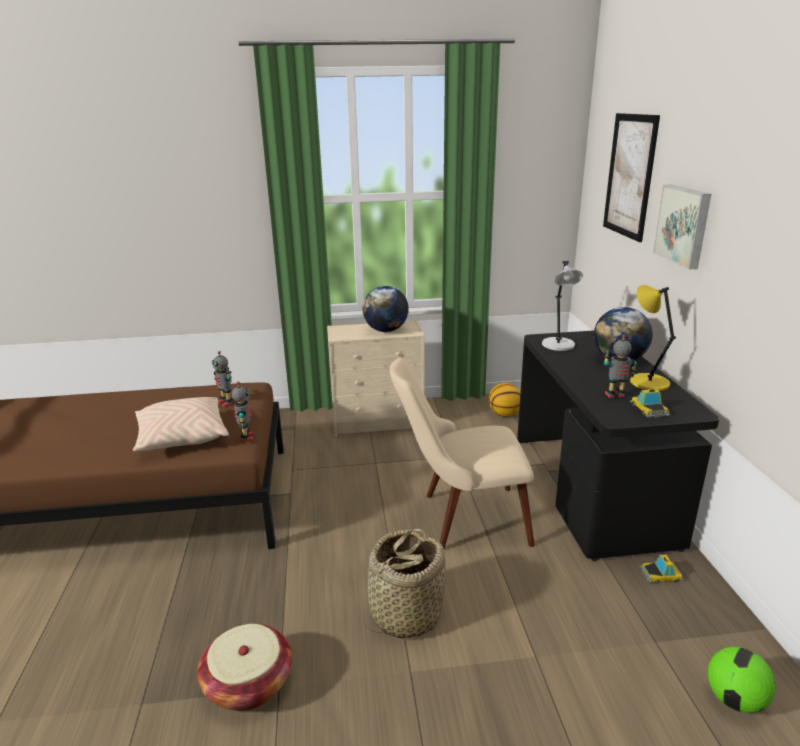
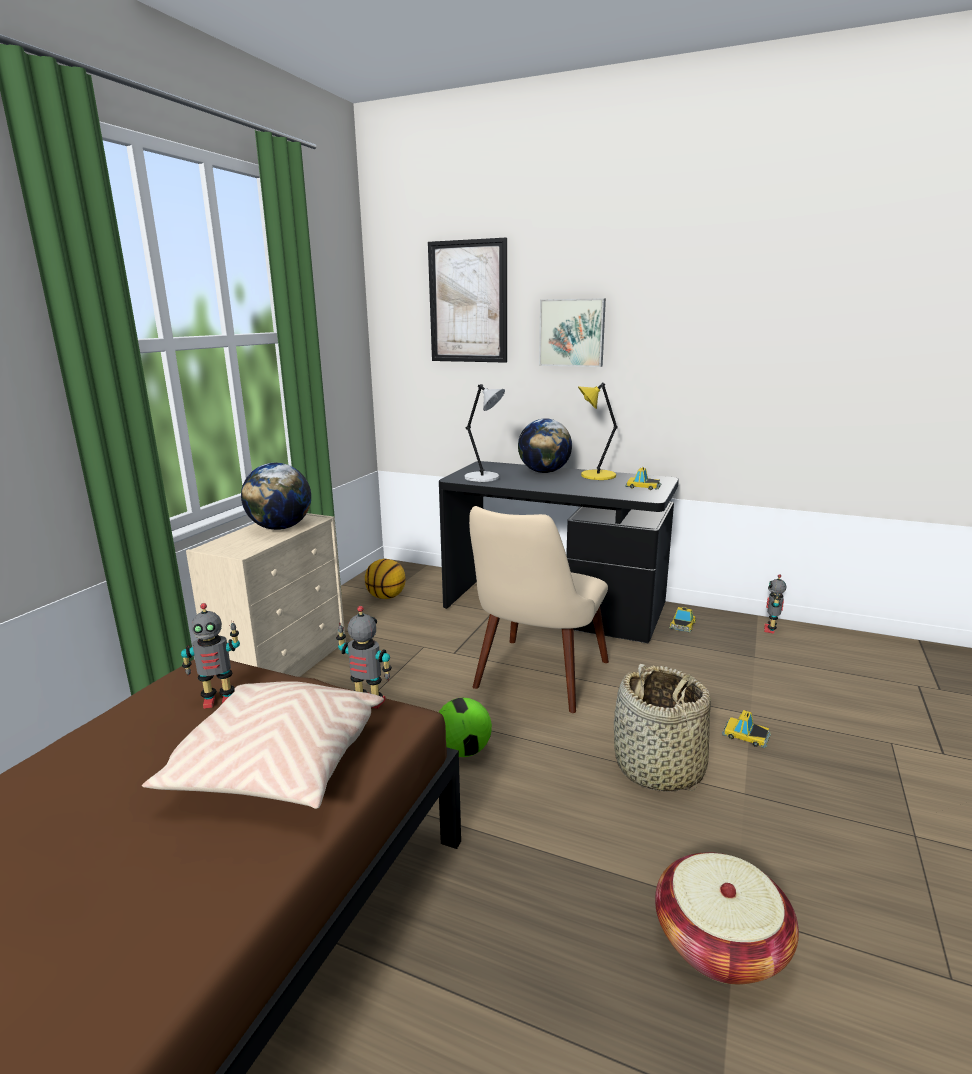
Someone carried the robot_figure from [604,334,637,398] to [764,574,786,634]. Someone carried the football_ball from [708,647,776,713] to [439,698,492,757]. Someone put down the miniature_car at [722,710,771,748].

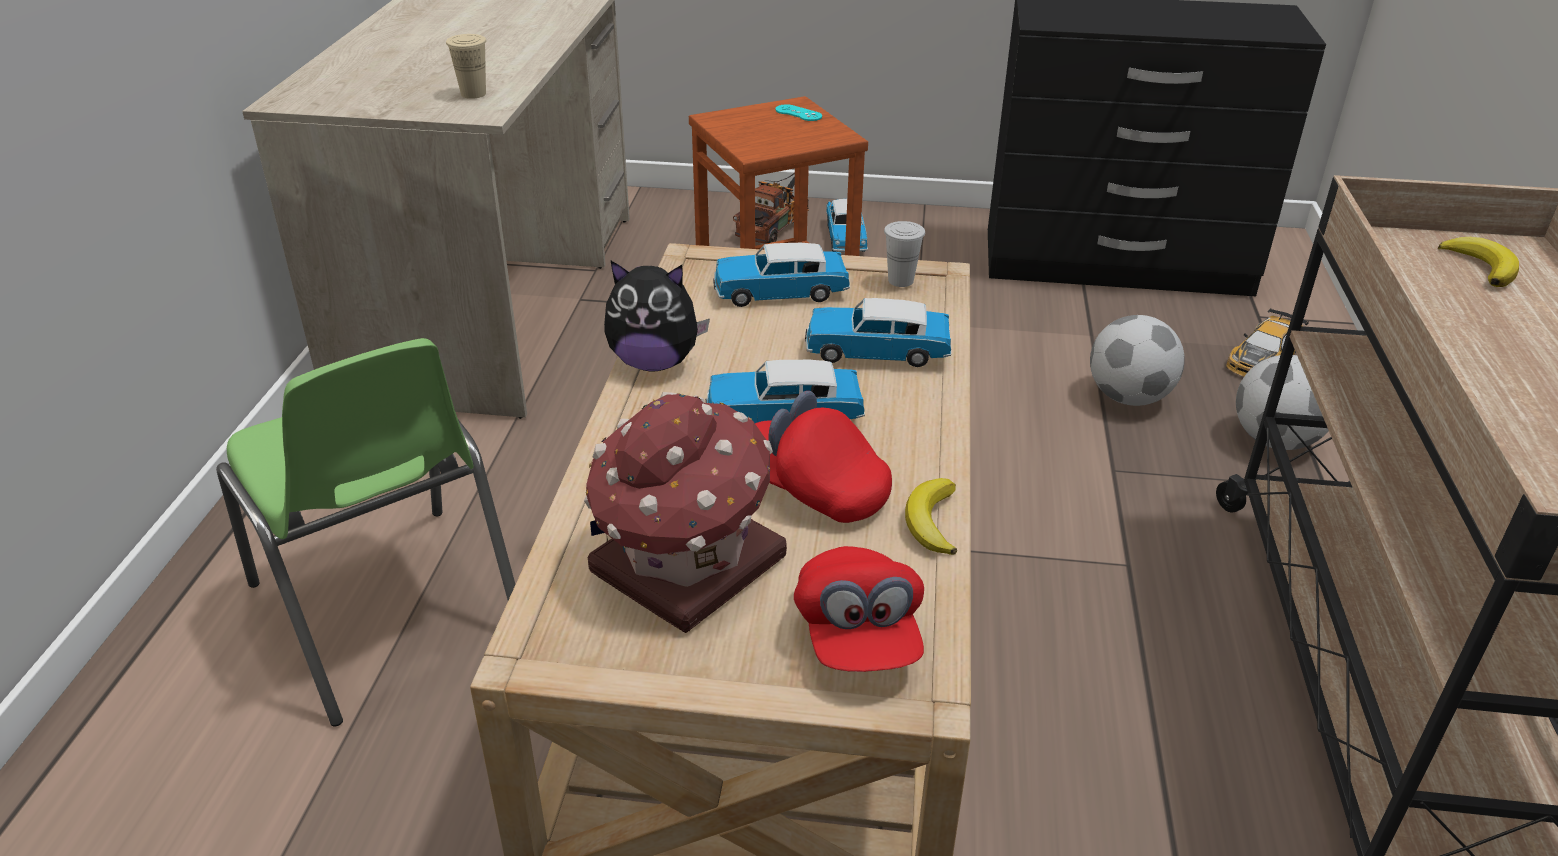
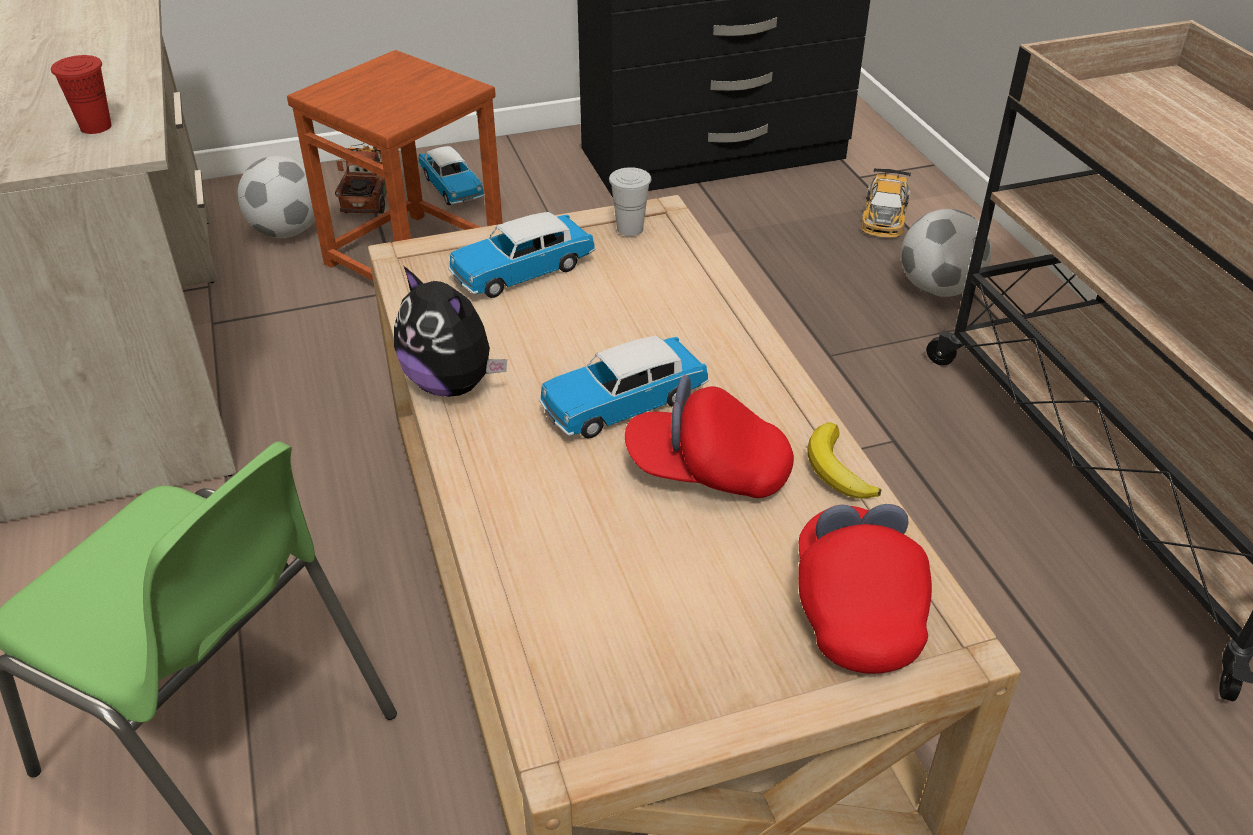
Someone repainted the beige_drinking_cup at [446,34,486,99], which became the red_drinking_cup at [51,55,112,134]. Someone took away the model_house at [584,392,787,633]. Someone rotated the cuddly_toy at [604,261,710,371] by 60 degrees clockwise. Someone took away the turquoise-coloured_game_controller at [775,104,822,121]. Someone rotated the red_peaked_cap at [794,546,924,672] by 150 degrees counterclockwise. Someone took away the miniature_car at [805,298,951,367]. Someone carried the football_ball from [1090,315,1185,406] to [237,156,315,238]. Someone took away the whole_banana at [1438,237,1519,287].

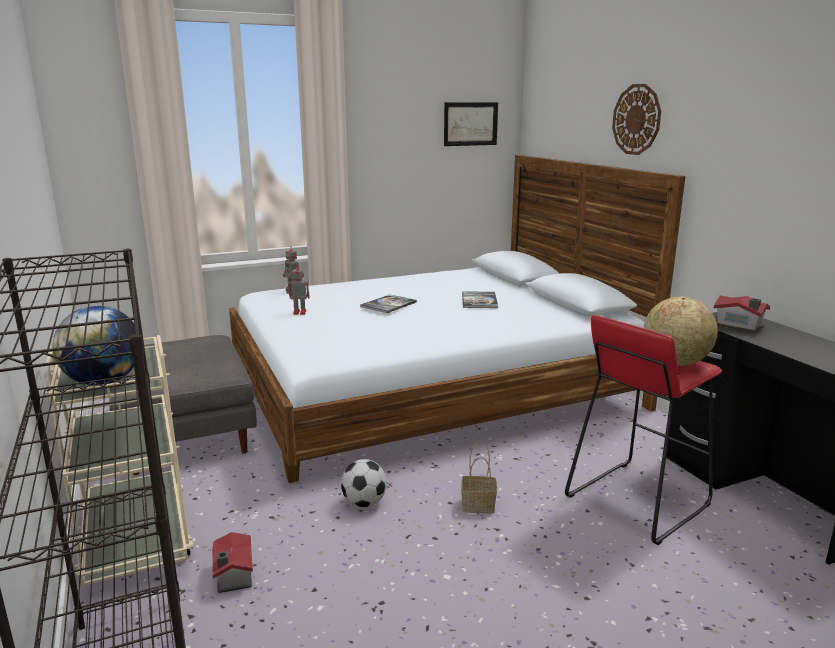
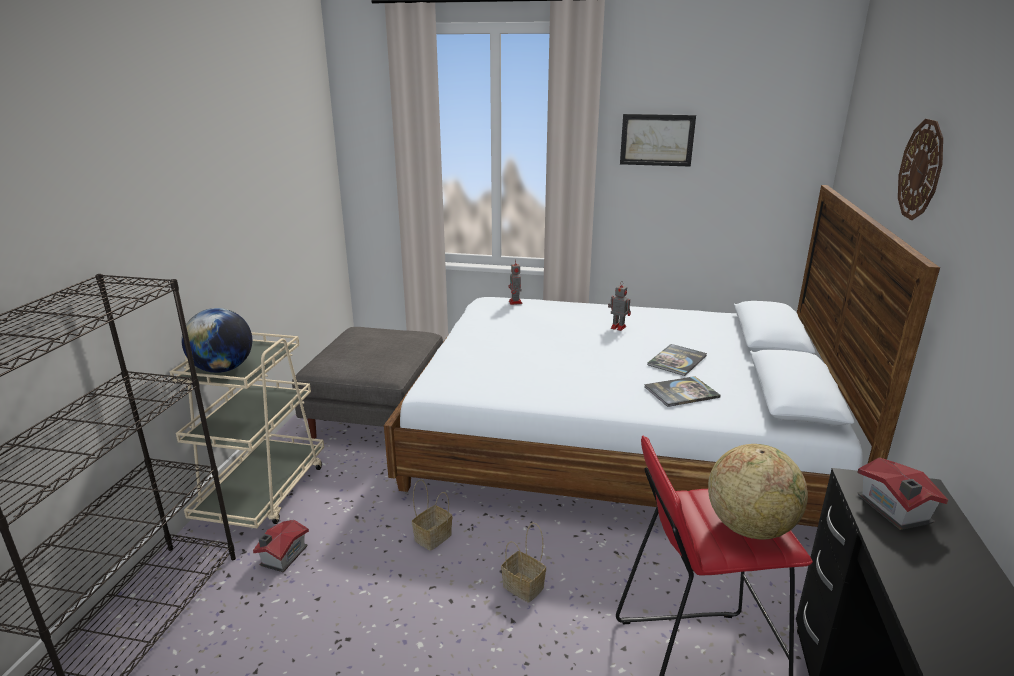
Someone carried the robot_figure from [286,265,310,315] to [608,281,631,331]. Someone swapped the football_ball at [341,459,387,507] for the basket at [412,479,452,551]. Someone carried the volume from [360,295,417,313] to [644,376,721,407]. Someone carried the wall_picture from [444,102,498,146] to [620,114,696,167].

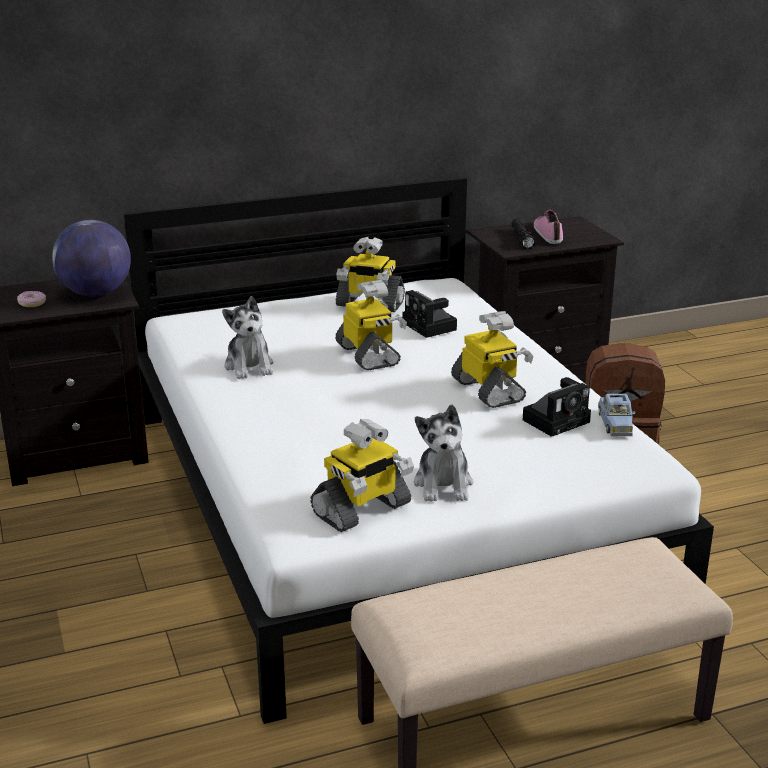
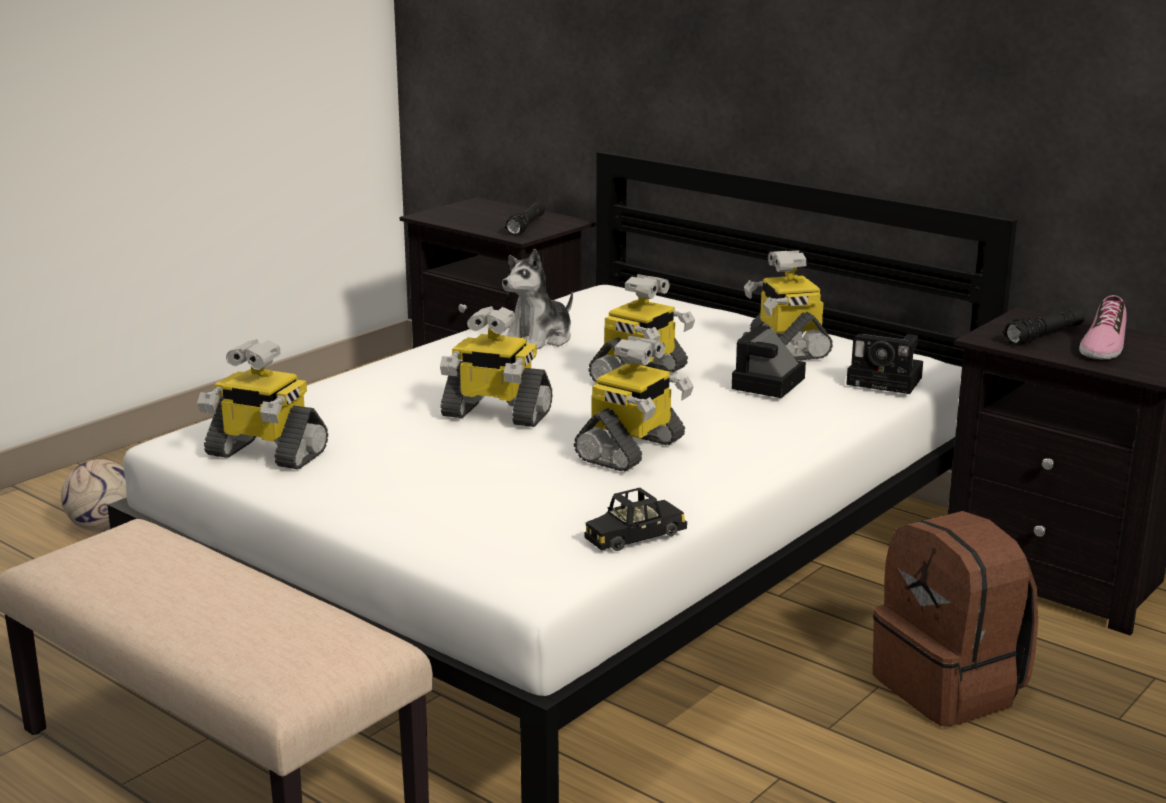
Someone took away the donut at [17,291,46,307]. Someone swapped the world_globe at [52,220,131,297] for the black-coloured_flashlight at [505,202,545,235]. Someone took away the cuddly_toy at [414,404,473,502]. Someone carried the photo_camera from [523,377,591,437] to [846,334,923,394]. Someone rotated the item_of_footwear at [534,210,563,244] by 150 degrees clockwise. Someone repainted the bluish_miniature_car at [598,394,636,436], which became the black-coloured_miniature_car at [585,488,687,551]. Someone put down the football_ball at [61,459,127,532]. Someone put down the robot_figure at [440,306,553,427].

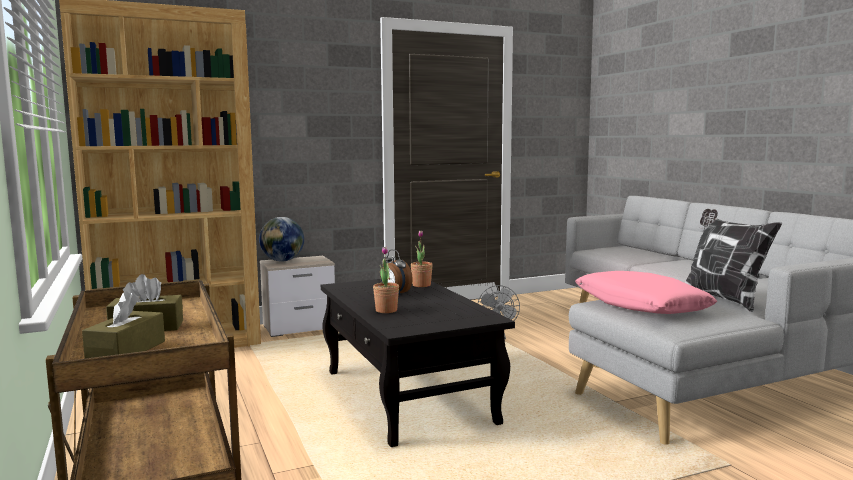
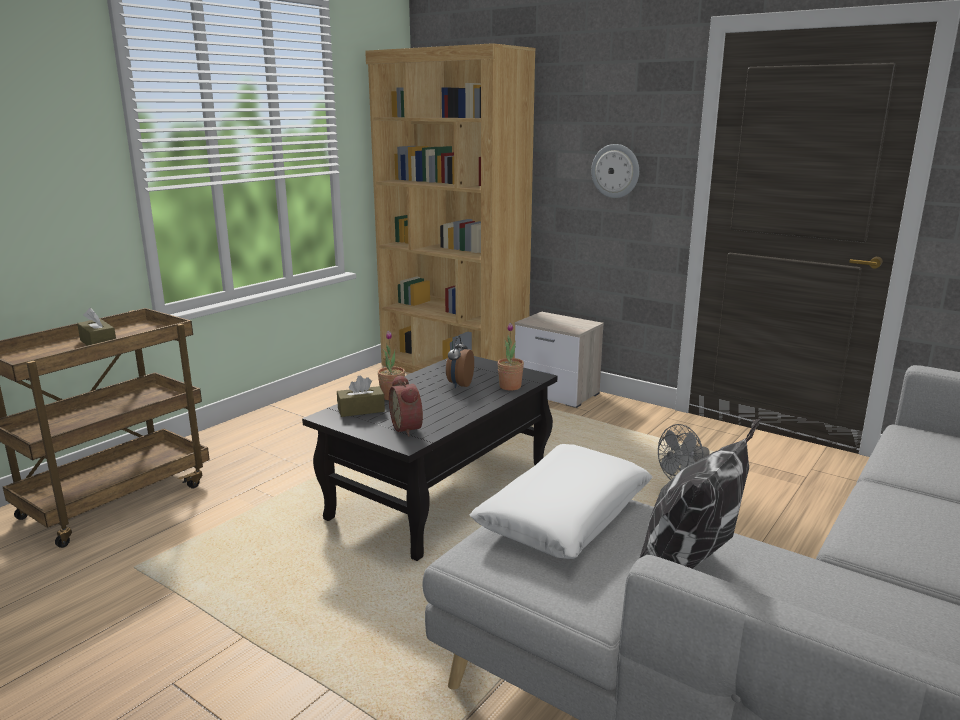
Someone carried the brown_tissue_box from [82,291,165,359] to [337,375,385,417]. Someone took away the world_globe at [259,217,304,261]. Someone repainted the pink-coloured_throw_pillow at [575,271,717,314], which became the whitish_throw_pillow at [469,444,653,559]. Someone put down the table_clock at [389,375,423,436]. Someone put up the clock_on_the_wall at [591,144,639,198].

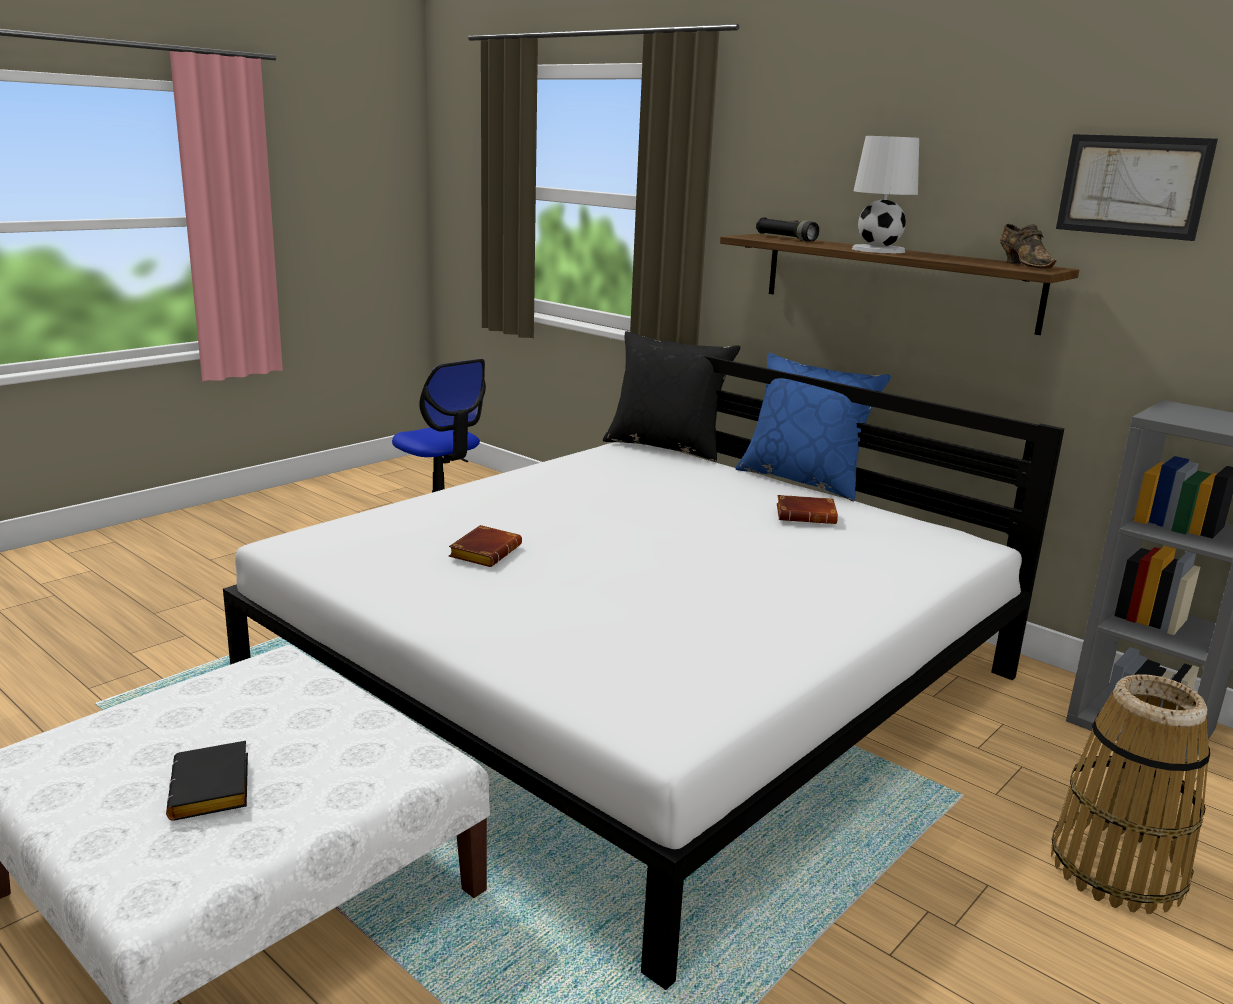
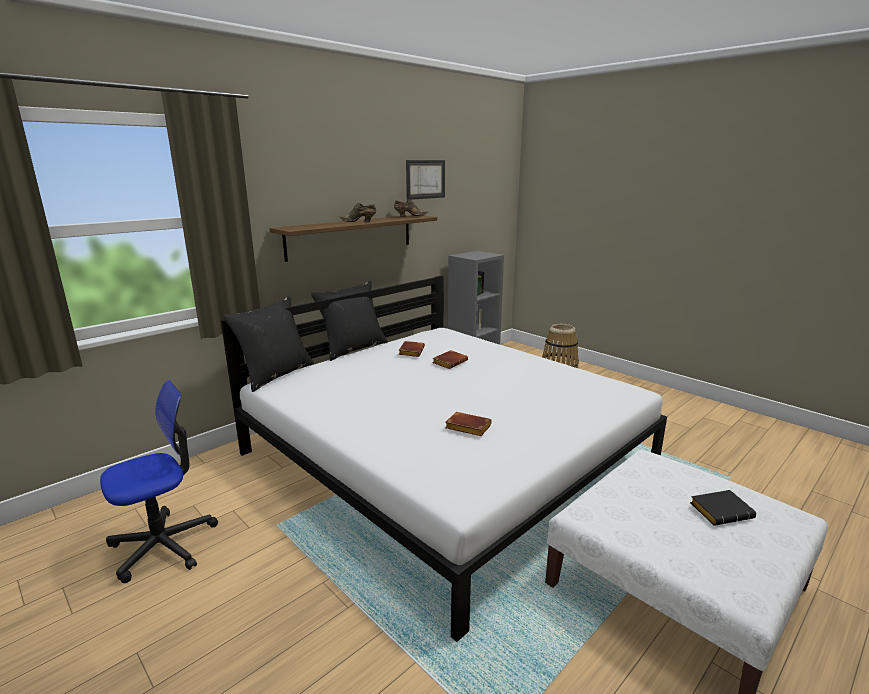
Someone repainted the bluish_throw_pillow at [735,353,891,501], which became the black-coloured_throw_pillow at [311,281,388,361]. Someone took away the black-coloured_flashlight at [756,217,819,242]. Someone swapped the whitish_table_lamp at [852,136,919,253] for the brown_item_of_footwear at [339,203,376,222]. Someone put down the brown_volume at [432,350,468,369].

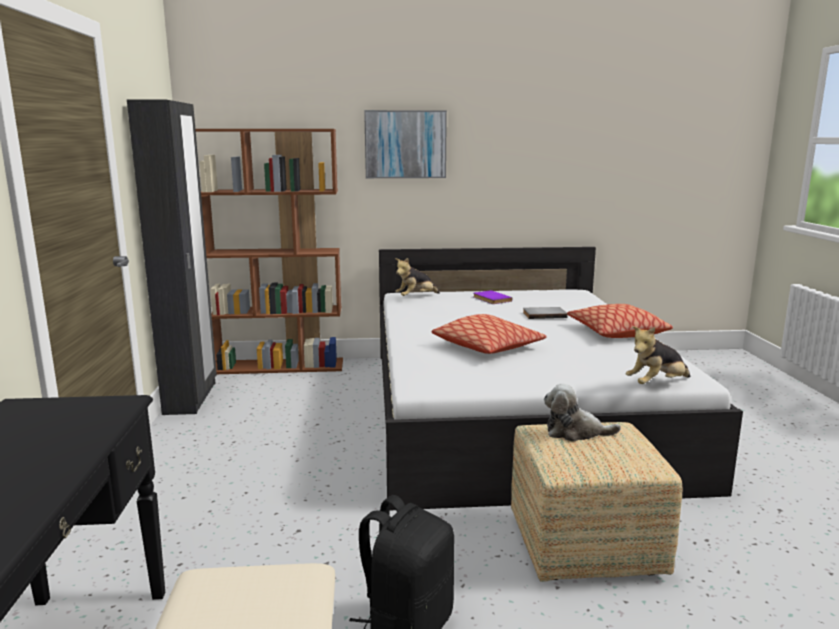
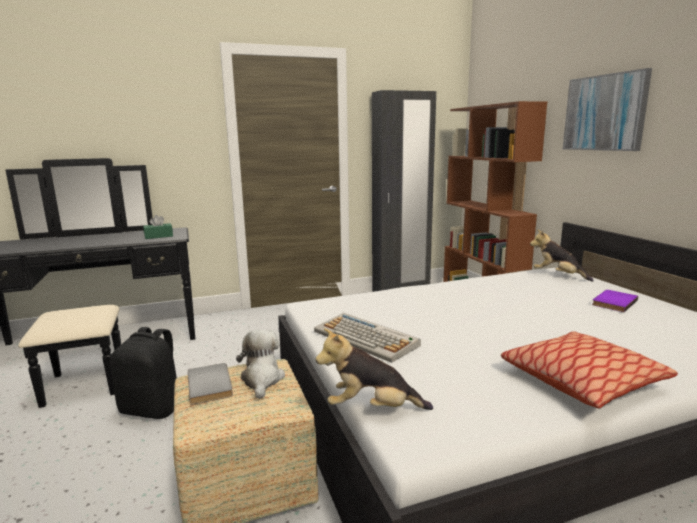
Someone took away the throw_pillow at [432,314,547,354]. Someone carried the gray_volume from [523,307,568,319] to [188,363,233,405]. Someone rotated the cuddly_toy at [625,326,690,384] by 45 degrees counterclockwise. Someone put down the green-coloured_tissue_box at [143,215,173,239]. Someone put down the computer_keyboard at [314,313,421,363].

